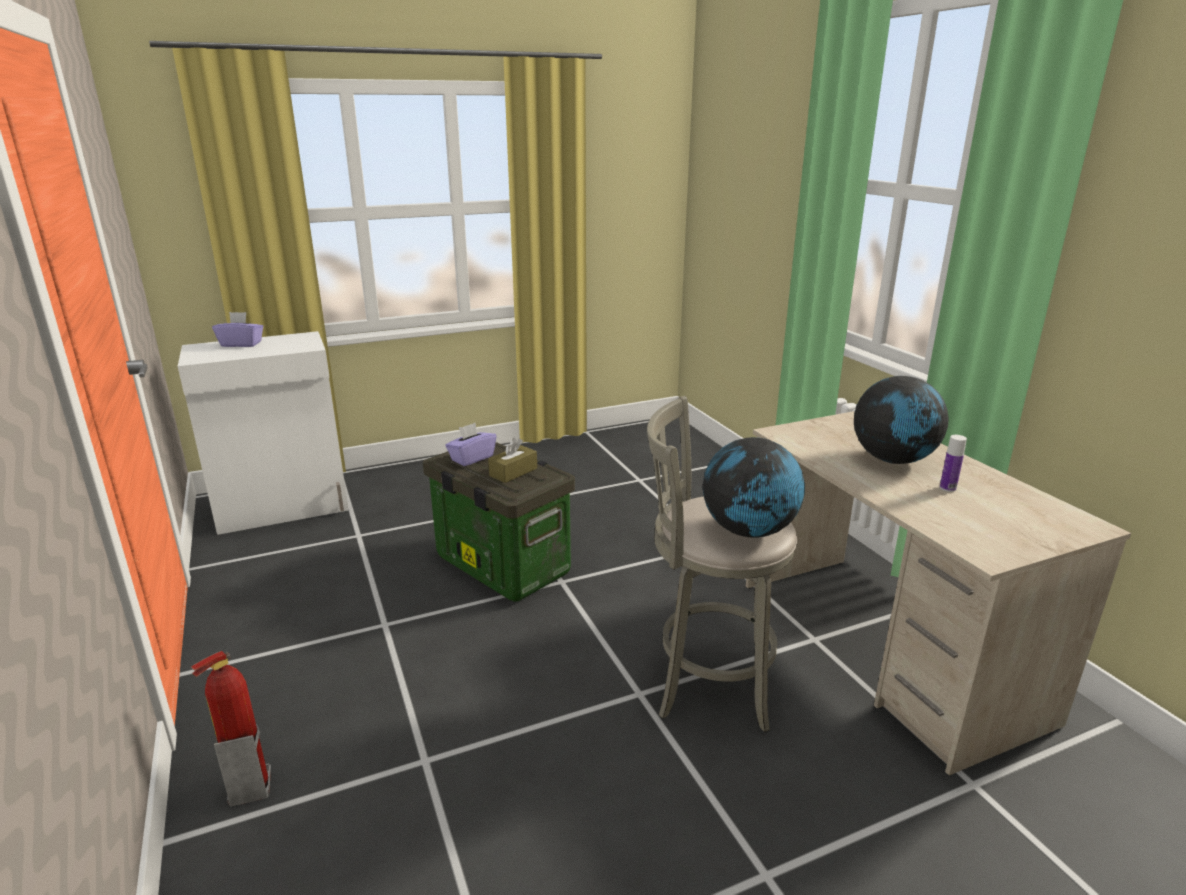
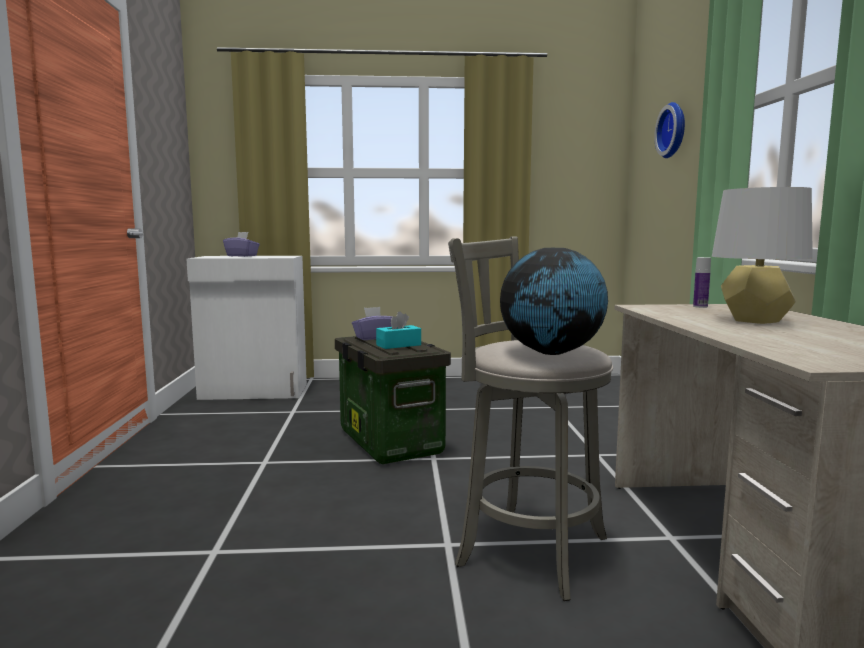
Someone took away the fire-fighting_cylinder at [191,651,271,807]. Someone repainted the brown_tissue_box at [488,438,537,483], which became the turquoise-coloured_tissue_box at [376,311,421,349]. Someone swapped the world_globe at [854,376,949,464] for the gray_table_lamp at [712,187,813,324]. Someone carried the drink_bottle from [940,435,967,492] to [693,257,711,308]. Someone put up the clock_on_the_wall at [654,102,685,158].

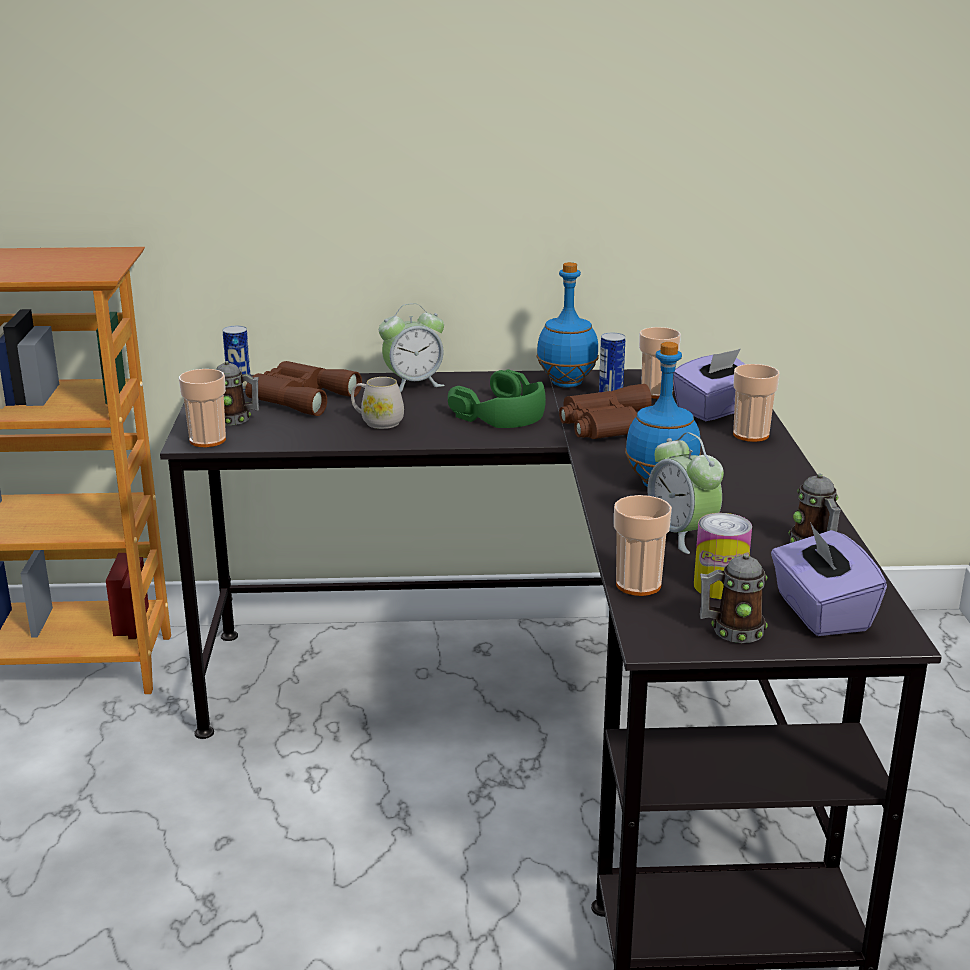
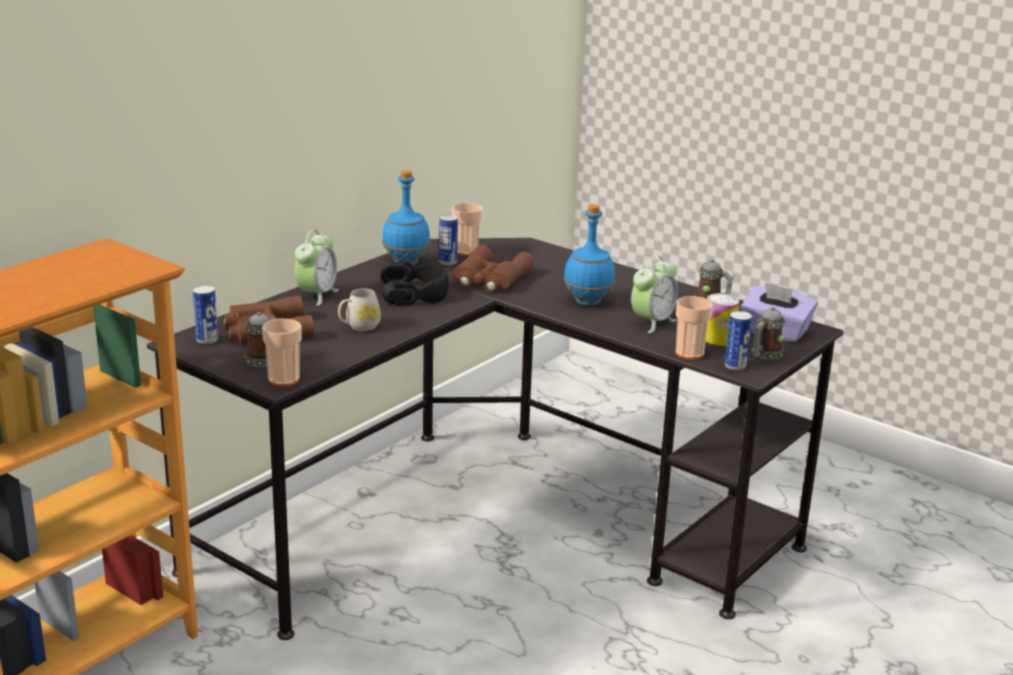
Someone repainted the green-coloured_headphones at [448,370,546,428], which became the black-coloured_headphones at [380,261,449,306]. Someone rotated the table_clock at [648,432,724,554] by 60 degrees counterclockwise. Someone took away the purple-coloured_tissue_box at [673,349,745,421]. Someone took away the drinking_cup at [733,364,780,442]. Someone put down the metal_can at [725,311,752,370].

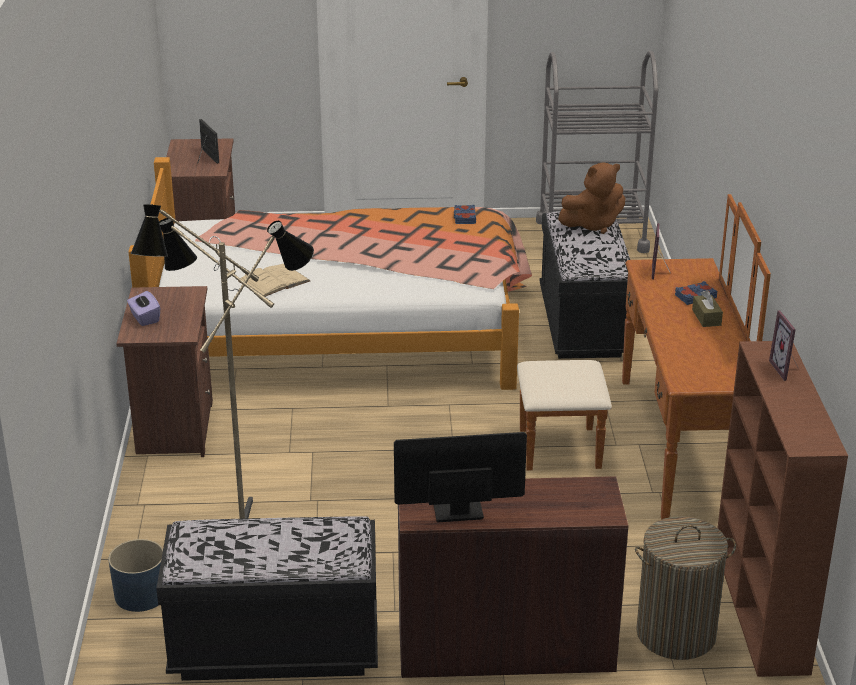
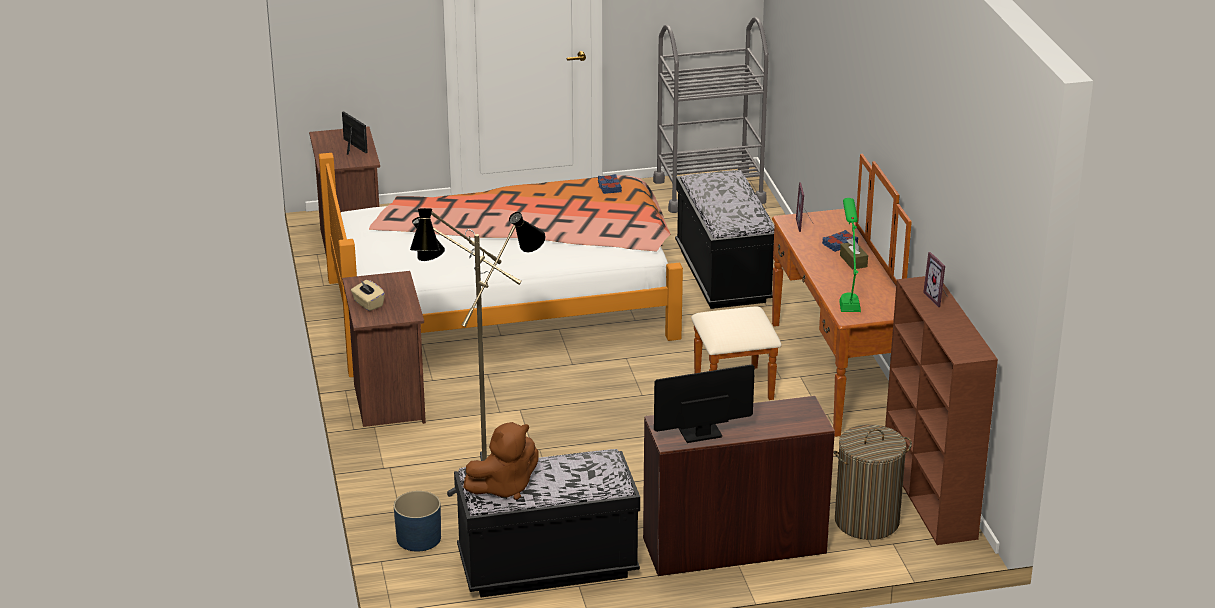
Someone repainted the purple-coloured_tissue_box at [127,290,160,326], which became the beige_tissue_box at [351,280,385,311]. Someone took away the beige_volume at [238,264,310,297]. Someone carried the brown_cuddly_toy from [558,162,625,234] to [463,422,538,500]. Someone put down the green-coloured_table_lamp at [840,198,861,312].

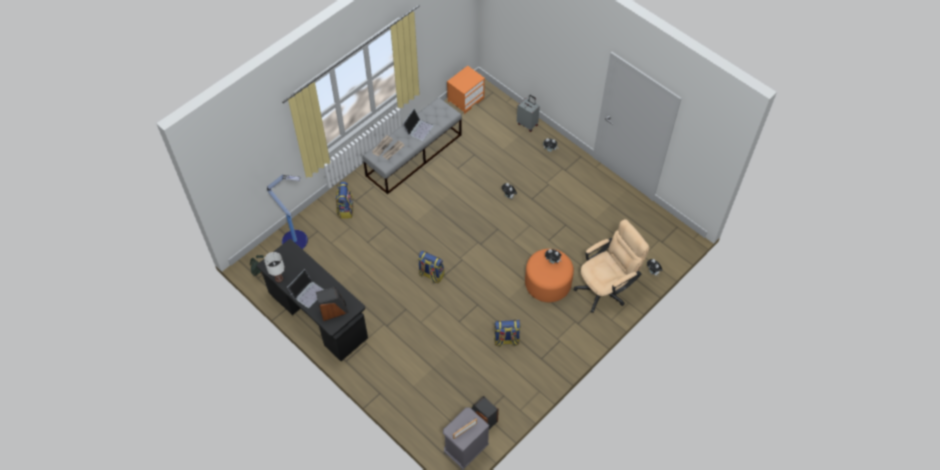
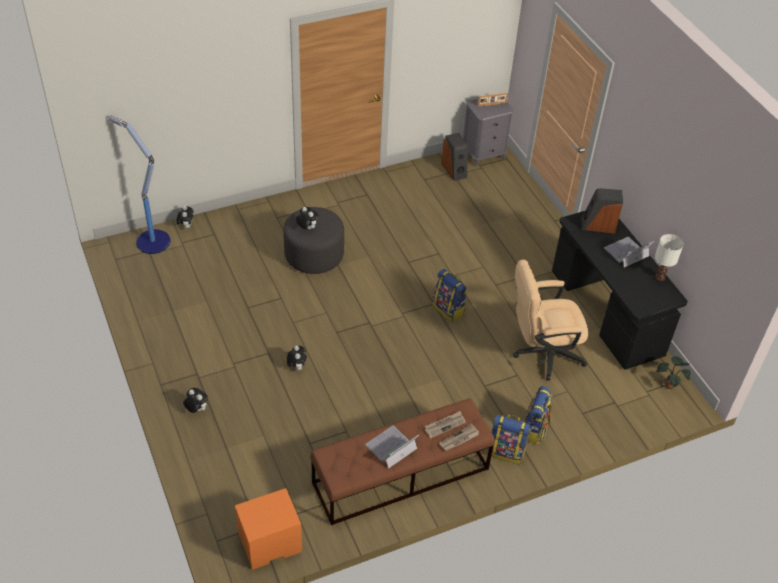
Someone carried the standing_lamp from [267,174,308,249] to [109,115,171,254]. Someone repainted the gray_long_seat at [363,97,462,194], which became the brown_long_seat at [311,398,495,525]. Someone carried the knapsack from [494,320,521,347] to [488,415,530,464]. Someone took away the gray_suitcase at [517,95,540,132]. Someone repainted the orange_footrest at [525,249,574,302], which became the gray_footrest at [283,207,344,274]. Someone carried the beige_desk_chair from [574,219,649,313] to [513,259,589,380].

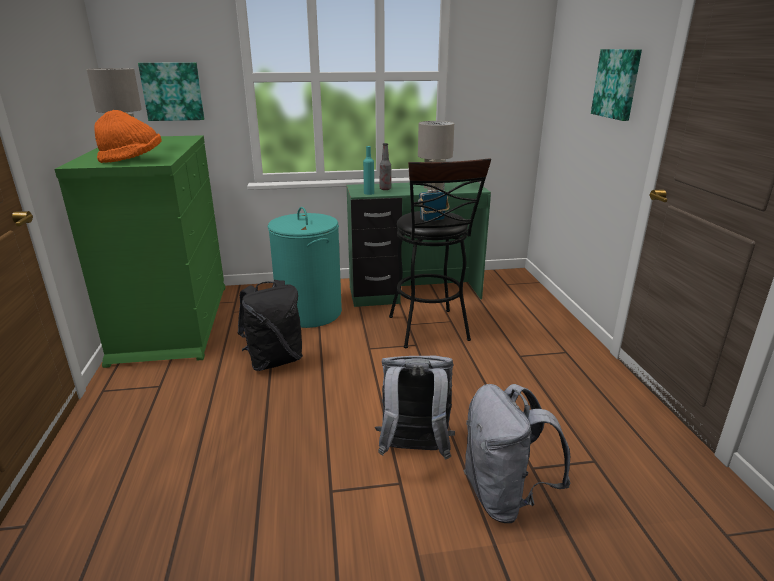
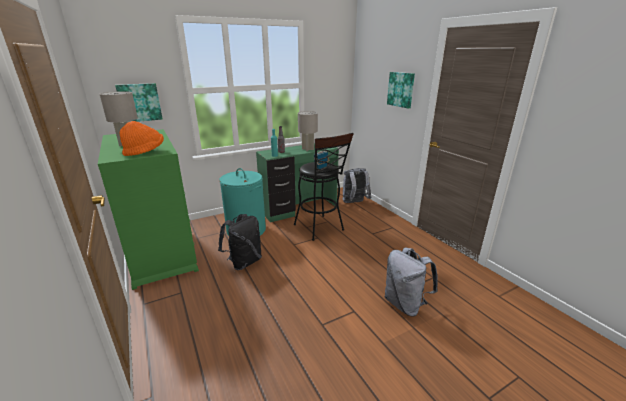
Someone carried the gray_knapsack from [375,355,455,460] to [343,168,371,203].

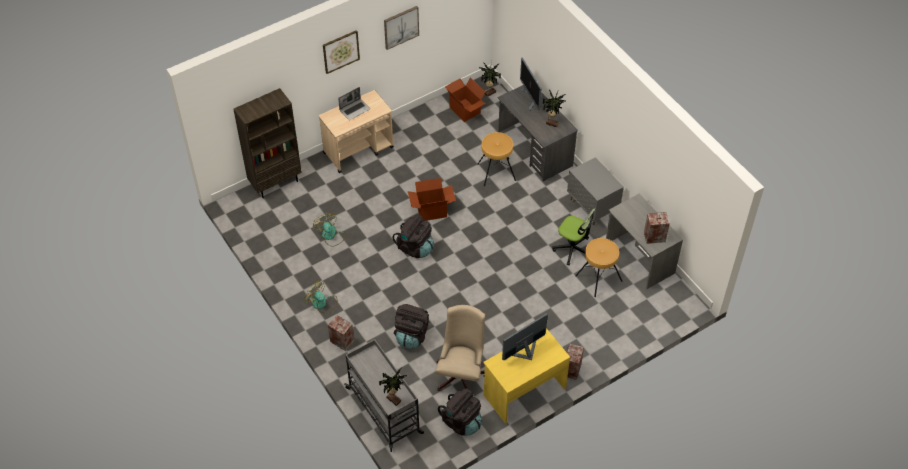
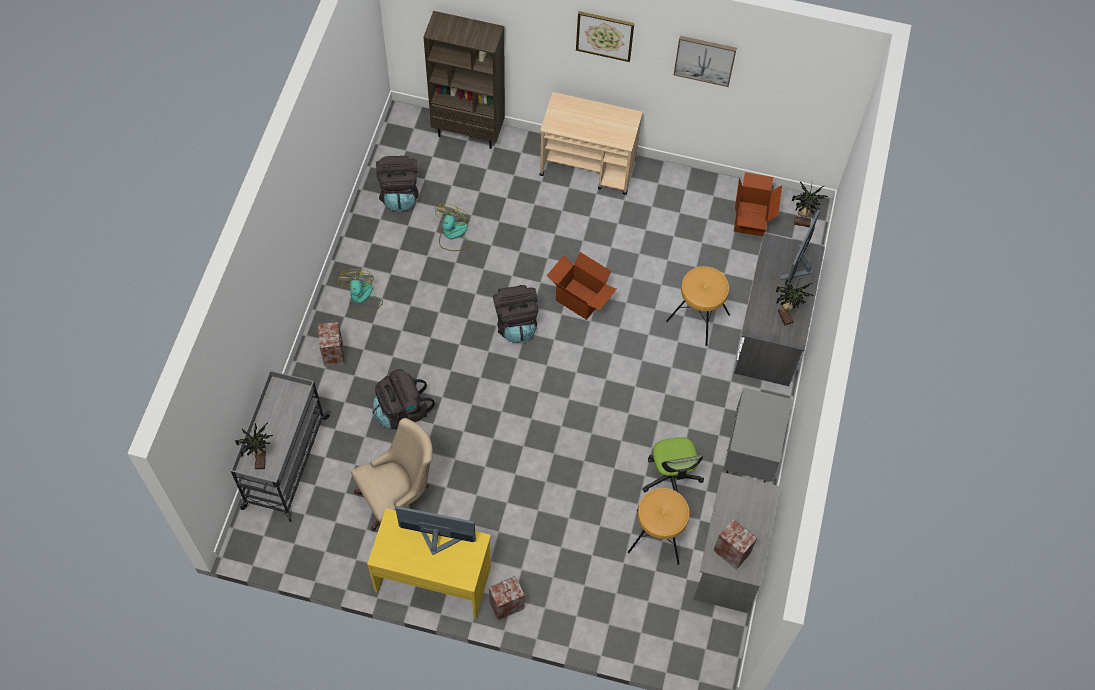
Someone took away the portable_computer at [338,87,370,120]. Someone carried the black-coloured_knapsack from [438,388,482,435] to [376,156,419,211].

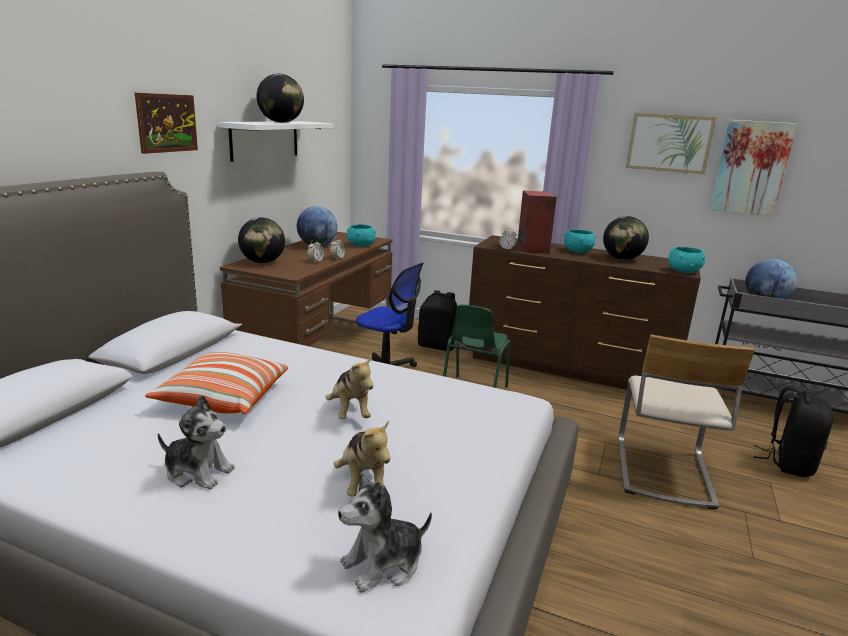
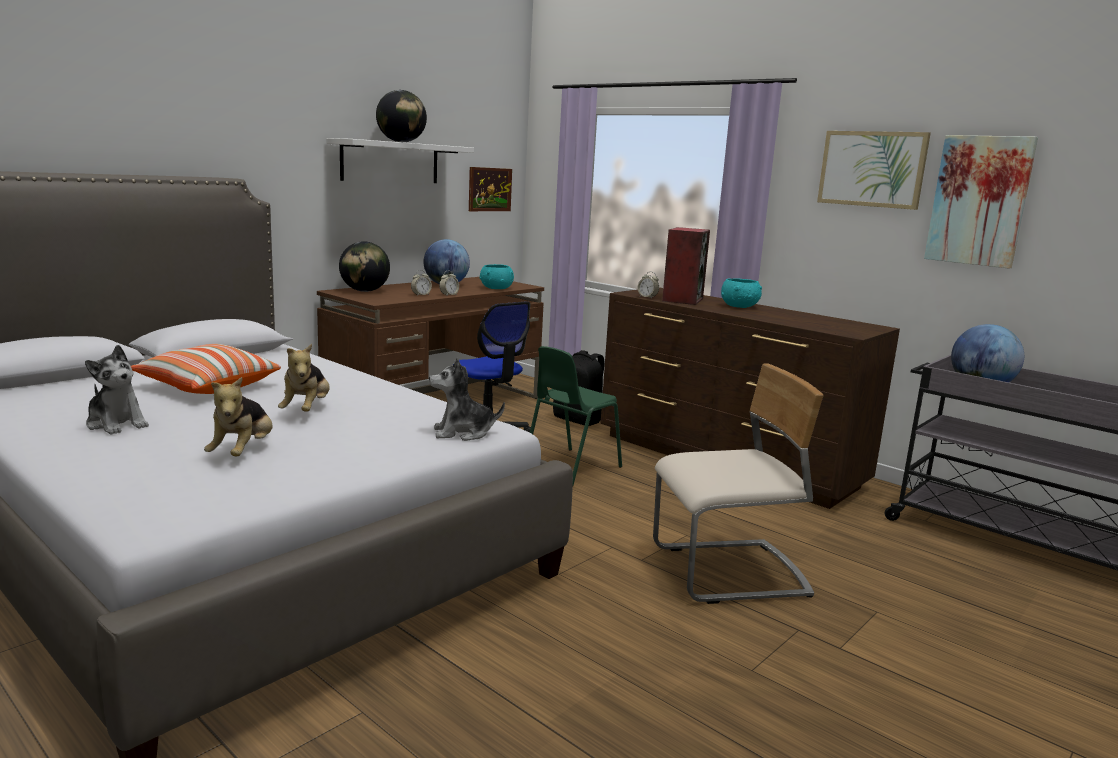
Someone carried the wall_picture from [135,93,198,154] to [469,167,512,211]. Someone carried the cuddly_toy from [338,472,432,593] to [429,358,505,441]. Someone took away the world_globe at [603,216,649,260]. Someone rotated the beige_chair at [618,334,755,509] by 135 degrees counterclockwise. Someone took away the turquoise-coloured_deep_dish at [668,247,705,273]. Someone took away the black-coloured_knapsack at [753,386,834,477].

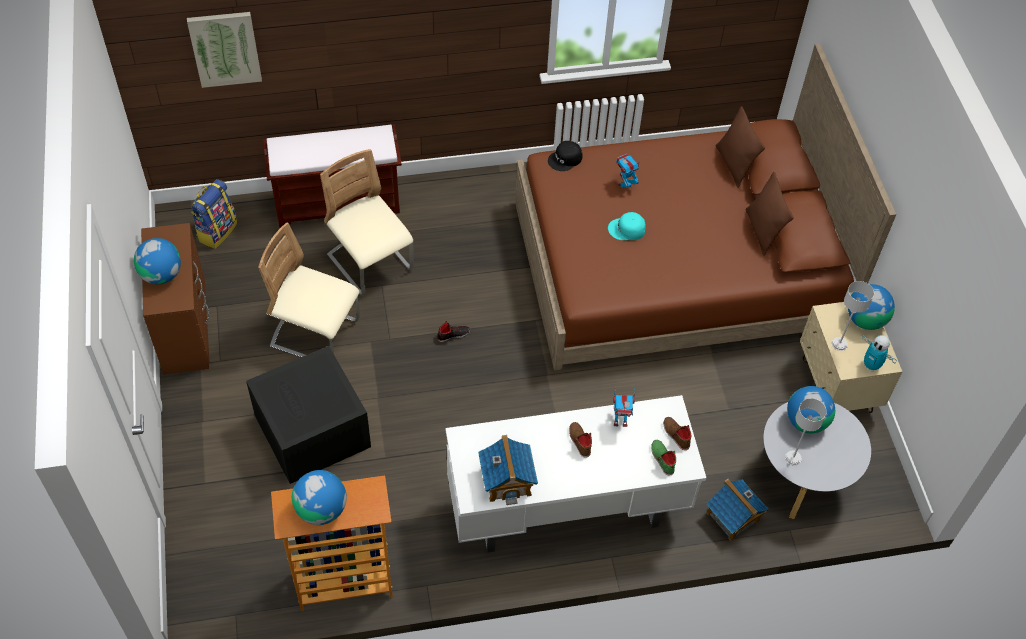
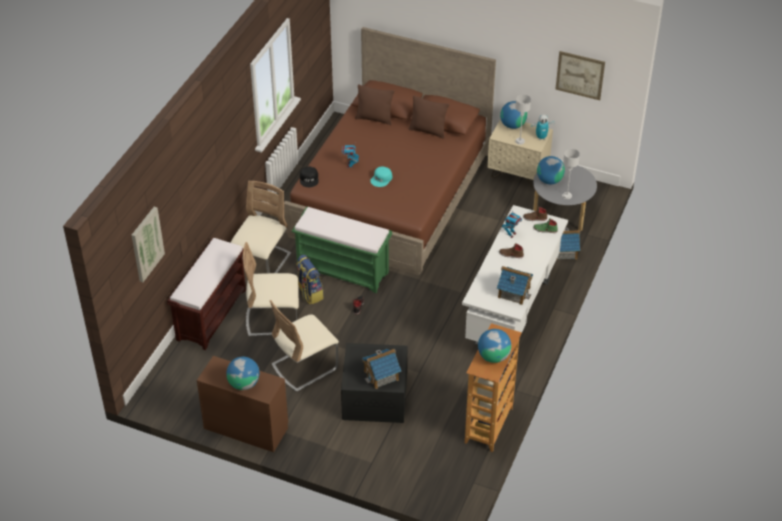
Someone carried the knapsack from [191,179,238,249] to [296,255,324,305]. Someone put down the beige_chair at [231,181,291,273]. Someone put down the green-coloured_long_seat at [292,207,392,293]. Someone put down the model_house at [362,349,401,389]. Someone put up the wall_picture at [555,51,605,100].

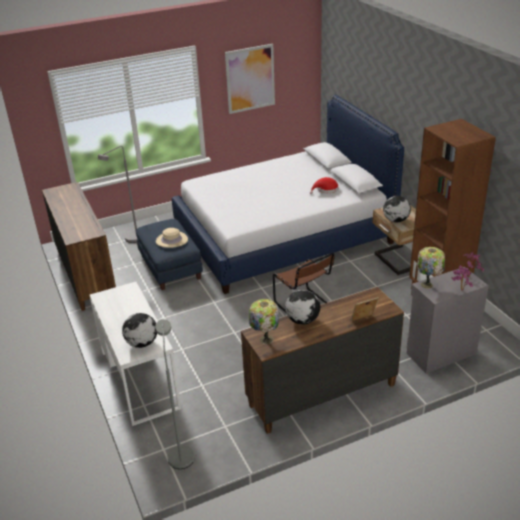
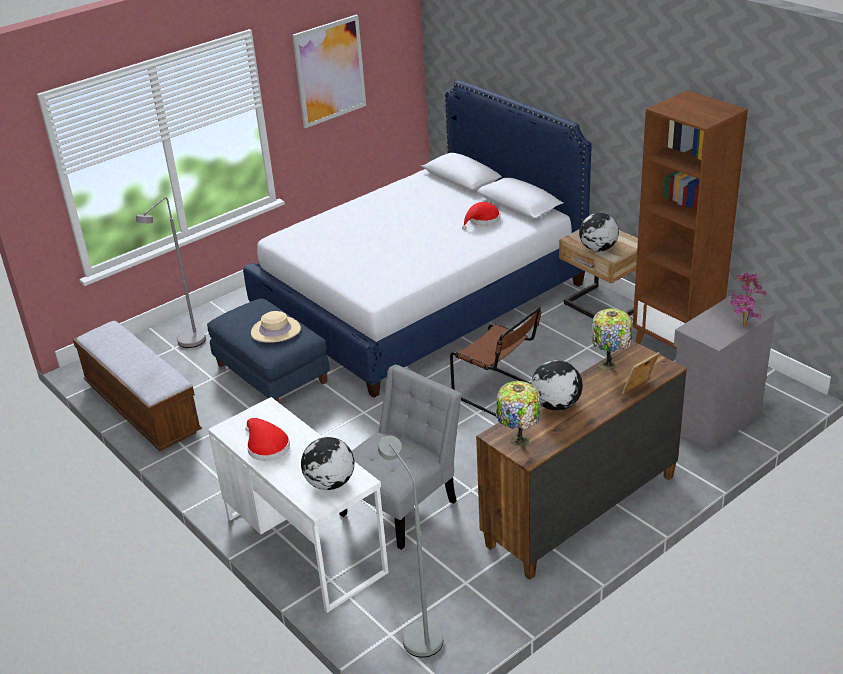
Someone swapped the brown_drawer_chest at [42,182,116,311] for the long_seat at [73,321,202,451]. Someone carried the table_lamp from [417,247,445,289] to [592,308,632,371]. Someone put down the red_hat at [245,418,290,461]. Someone put down the gray_chair at [339,364,462,550].

